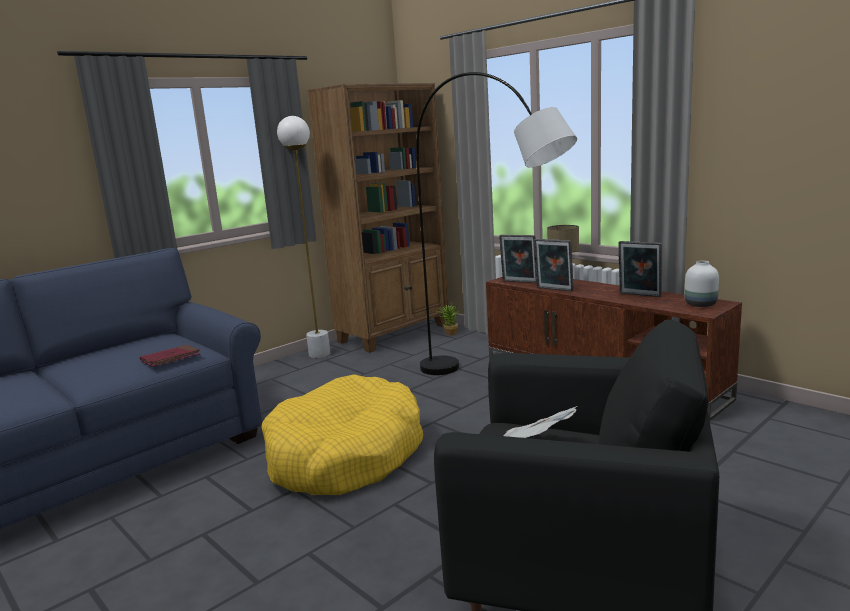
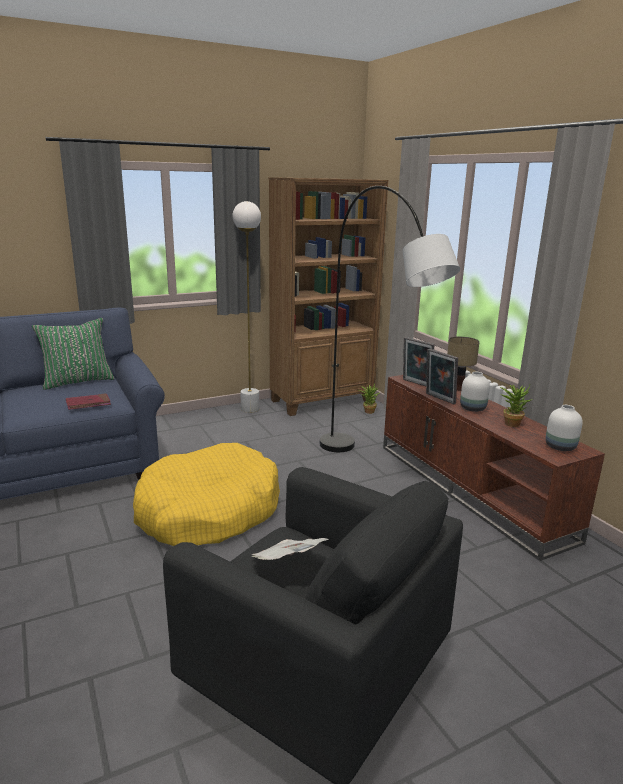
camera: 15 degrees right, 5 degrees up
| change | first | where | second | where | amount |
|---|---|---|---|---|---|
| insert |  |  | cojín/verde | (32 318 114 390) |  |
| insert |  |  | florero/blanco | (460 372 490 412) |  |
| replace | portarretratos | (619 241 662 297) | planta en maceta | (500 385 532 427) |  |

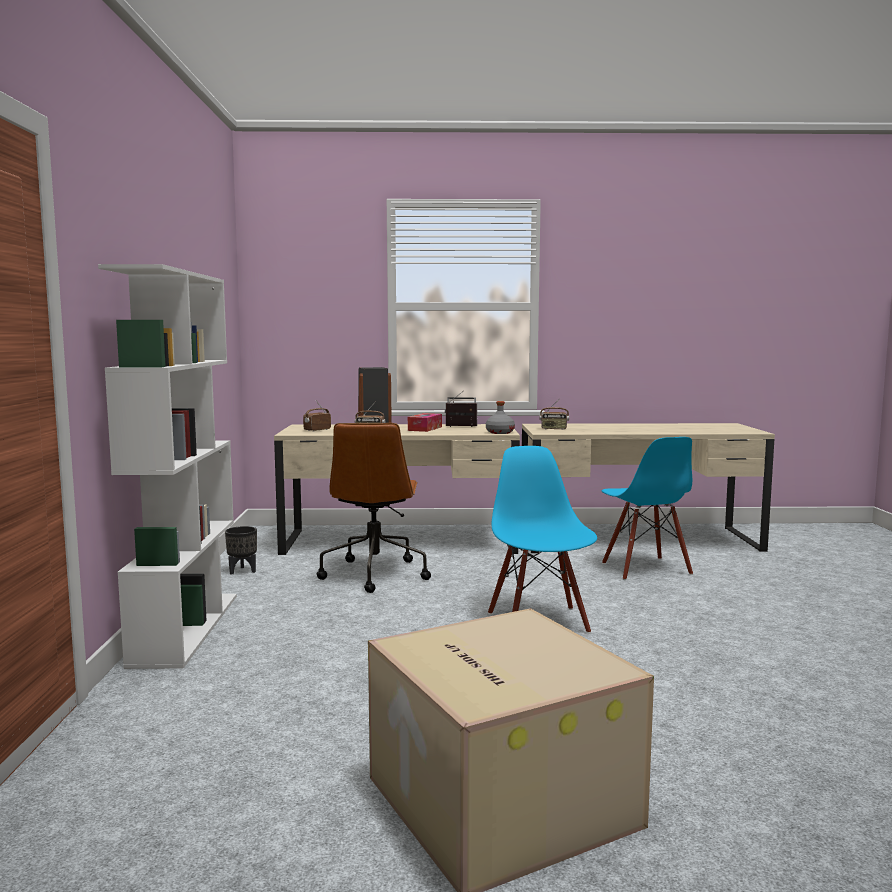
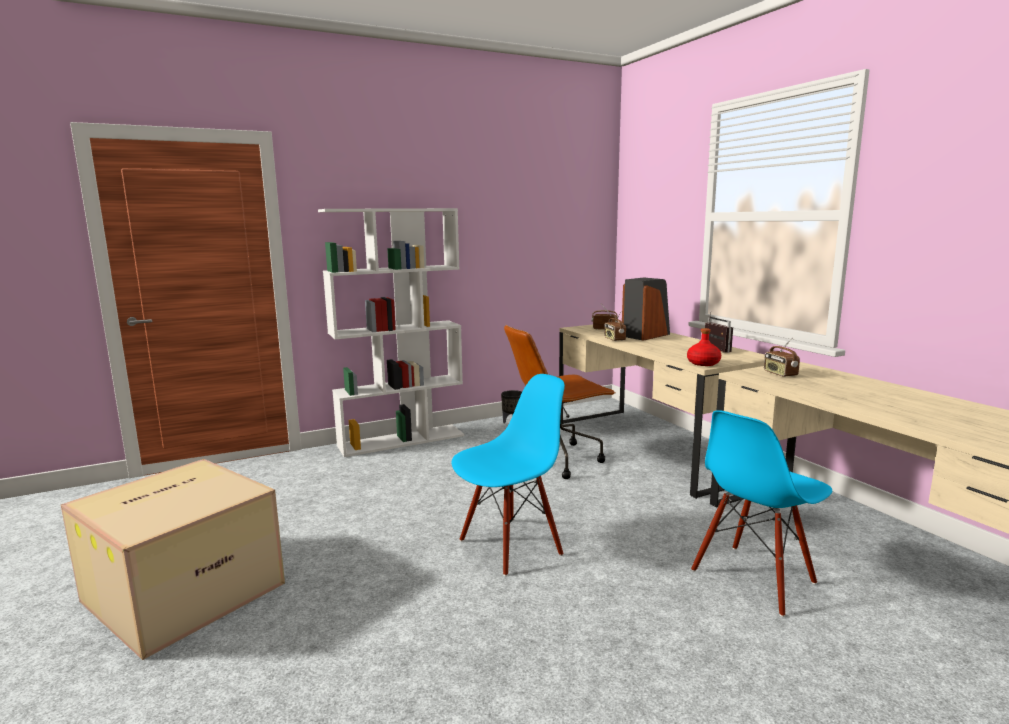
camera: 65 degrees right, 5 degrees up
| change | first | where | second | where | amount |
|---|---|---|---|---|---|
| delete | caja de pañuelos | (408 413 442 432) |  |  |  |
| recolor | botella/gris | (486 401 515 434) | botella/rojo | (687 328 721 366) |  |

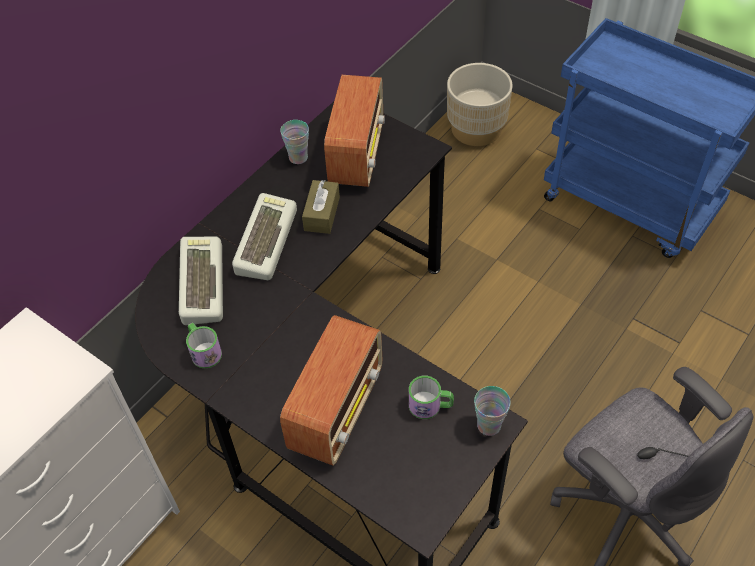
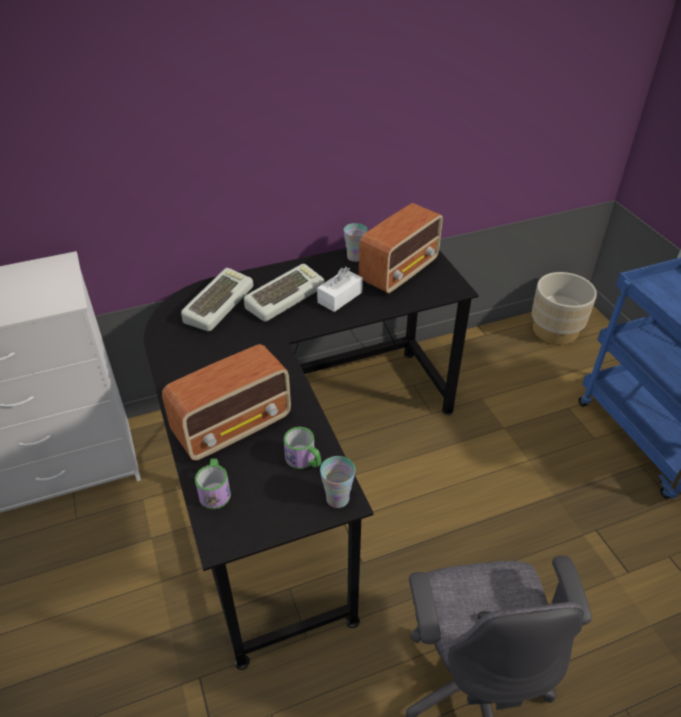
camera: 30 degrees right, 10 degrees down
| change | first | where | second | where | amount |
|---|---|---|---|---|---|
| move | taza grande | (186 323 222 368) |  | (195 459 231 509) |  |
| recolor | caja de pañuelos/marrón | (302 180 340 234) | caja de pañuelos/blanco | (317 267 363 312) |  |

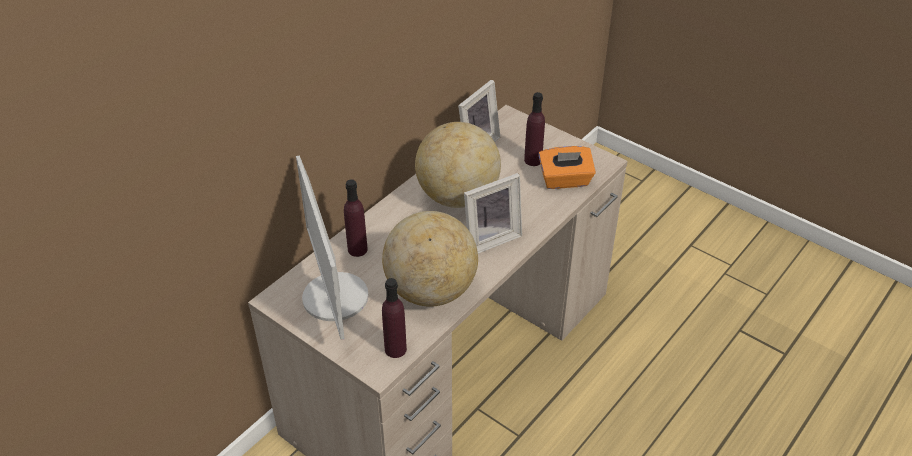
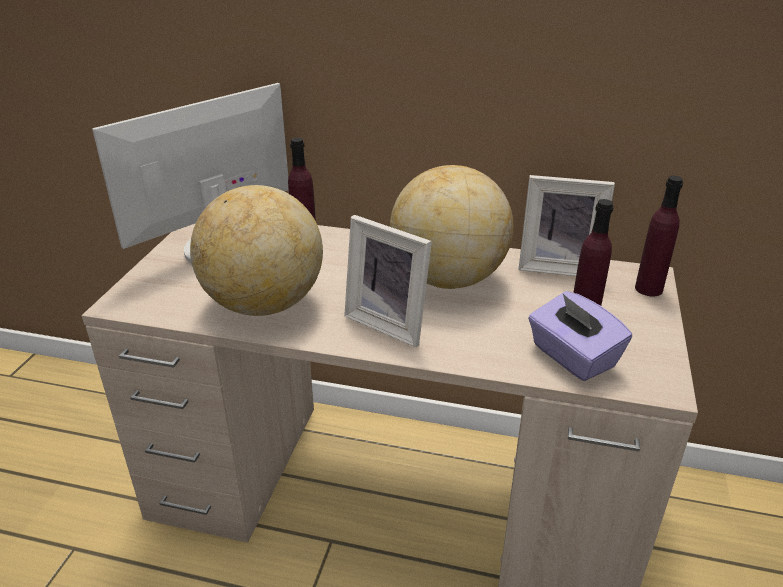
camera: 65 degrees right, 10 degrees down
| change | first | where | second | where | amount |
|---|---|---|---|---|---|
| move | botella/morado | (382 278 407 358) |  | (635 176 683 297) |  |
| recolor | caja de pañuelos/naranja | (538 146 596 189) | caja de pañuelos/morado | (528 291 632 381) |  |

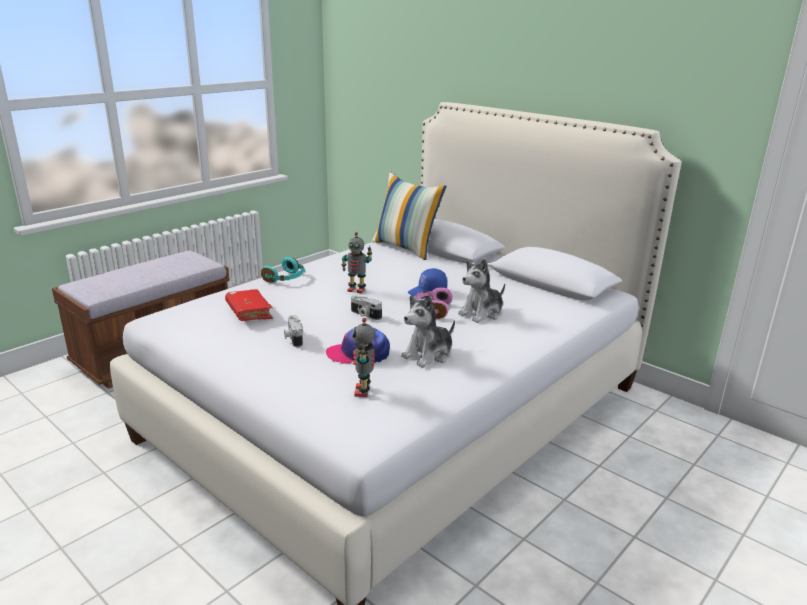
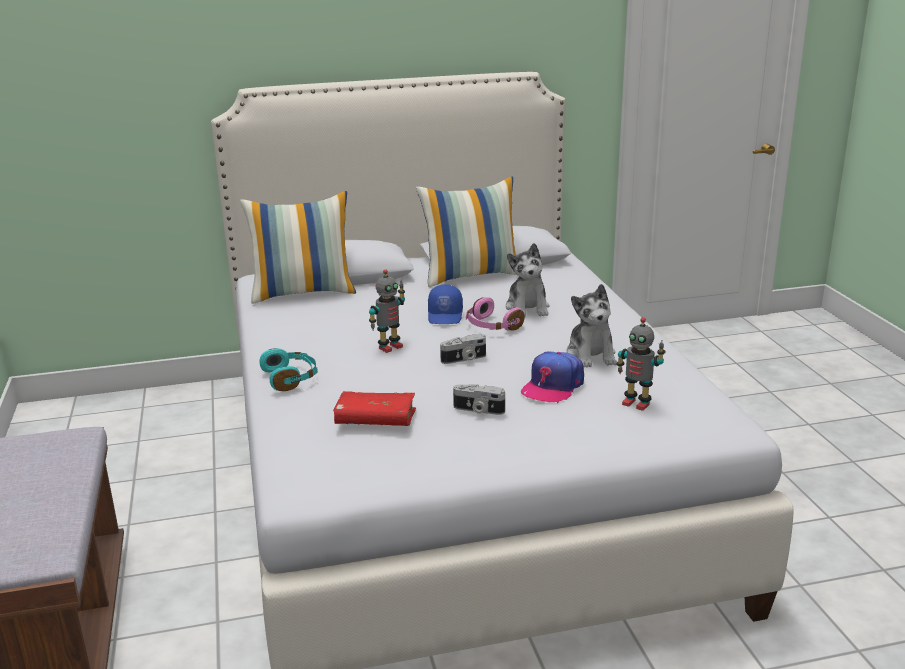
camera: 55 degrees left, 0 degrees up
| change | first | where | second | where | amount |
|---|---|---|---|---|---|
| insert |  |  | cojín | (416 177 517 287) |  |

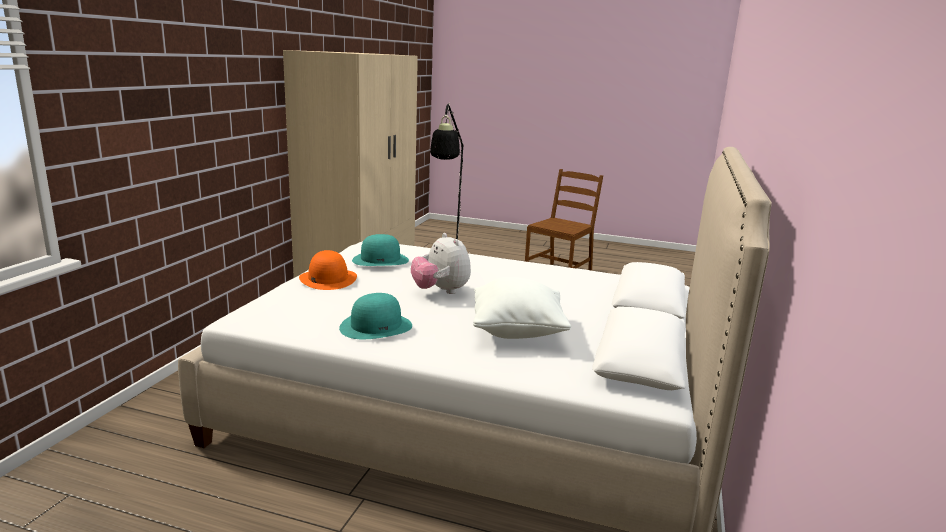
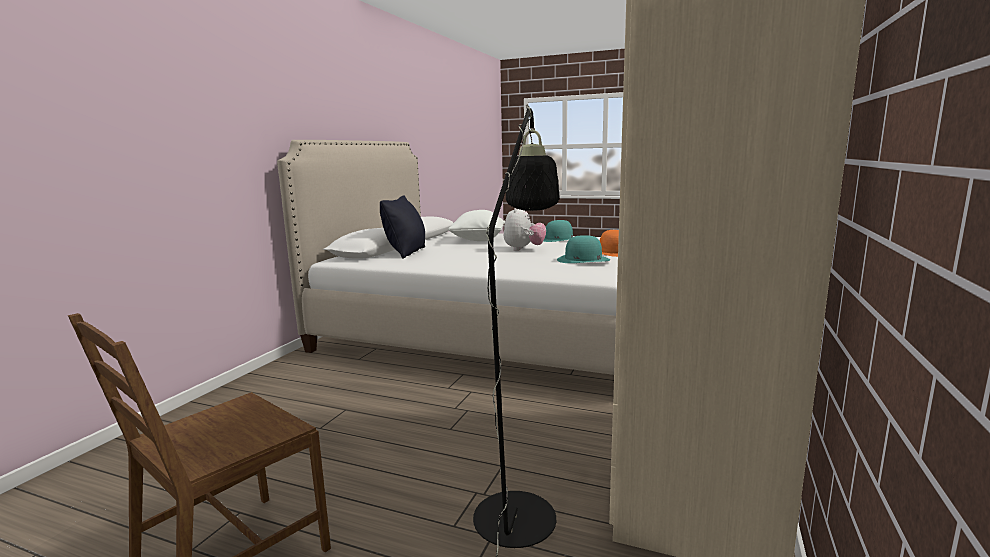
camera: 175 degrees left, 5 degrees down
| change | first | where | second | where | amount |
|---|---|---|---|---|---|
| insert |  |  | cojín/negro | (380 195 425 259) |  |
| rotate | peluche | (411 233 471 294) |  | (504 208 546 251) | 45 degrees clockwise |

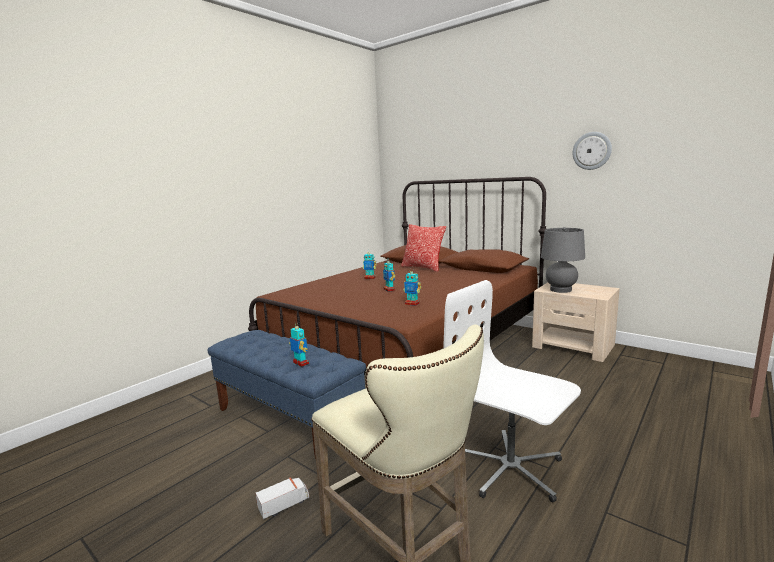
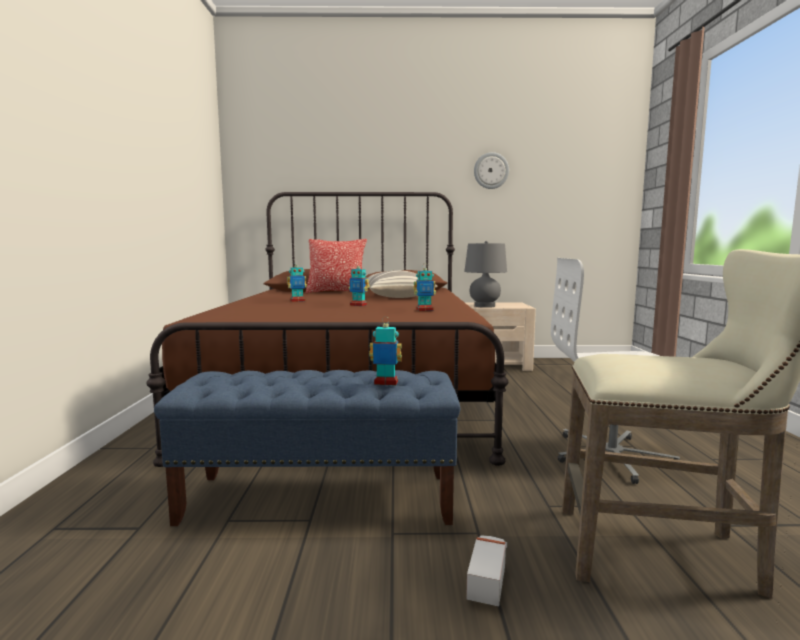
camera: 40 degrees left, 5 degrees down
| change | first | where | second | where | amount |
|---|---|---|---|---|---|
| insert |  |  | cojín | (367 270 437 298) |  |

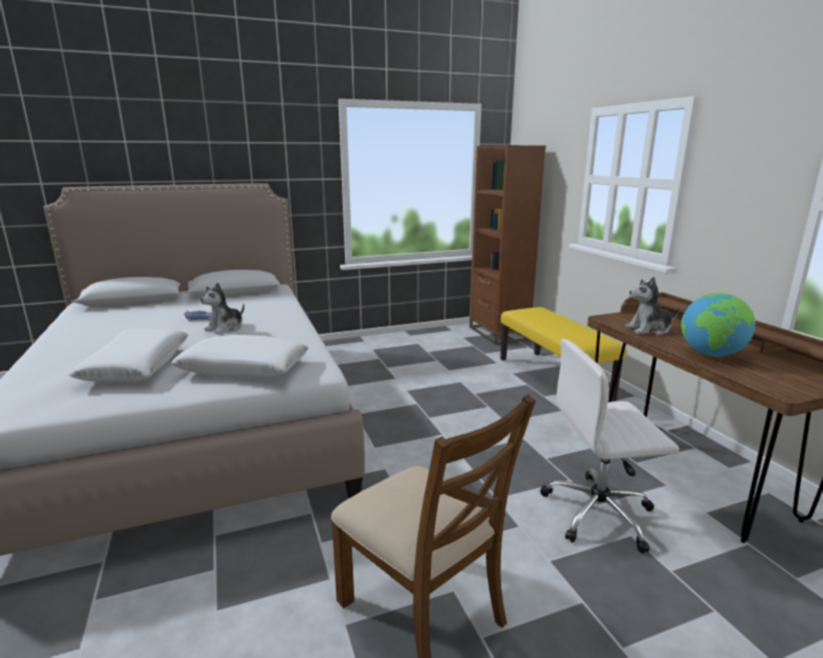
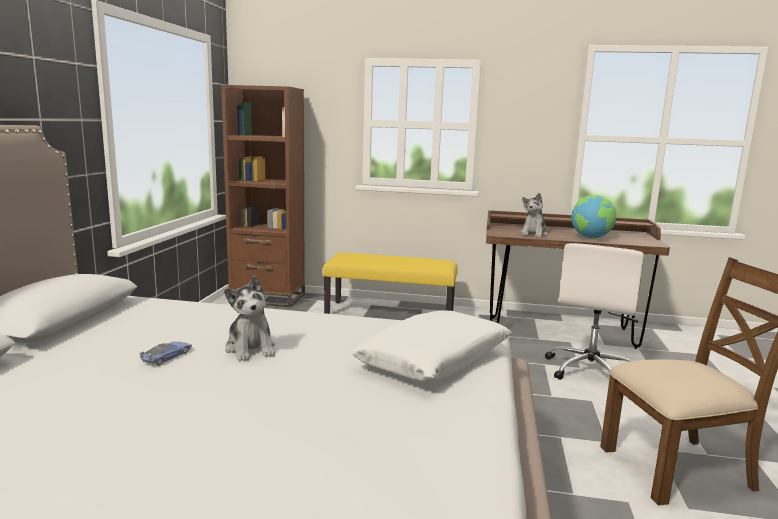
camera: 60 degrees left, 5 degrees down
| change | first | where | second | where | amount |
|---|---|---|---|---|---|
| delete | cojín/blanco | (68 328 188 381) |  |  |  |

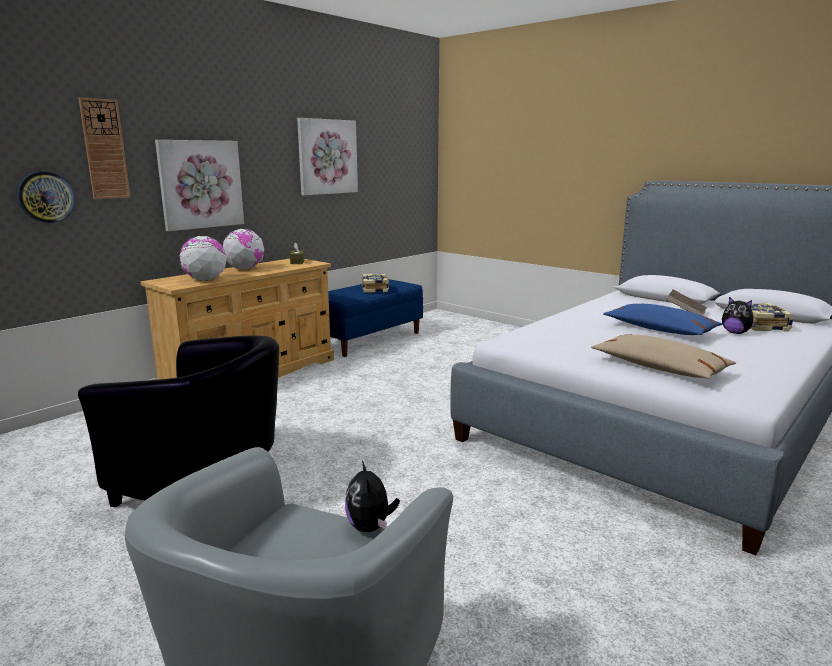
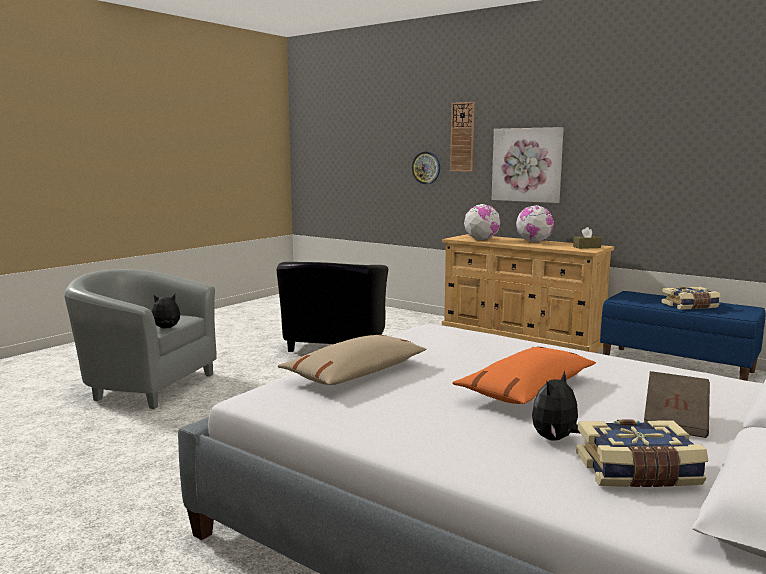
camera: 85 degrees right, 5 degrees down
| change | first | where | second | where | amount |
|---|---|---|---|---|---|
| delete | cuadro | (297 118 358 195) |  |  |  |
| recolor | cojín/azul | (603 304 723 335) | cojín/naranja | (452 347 596 404) |  |

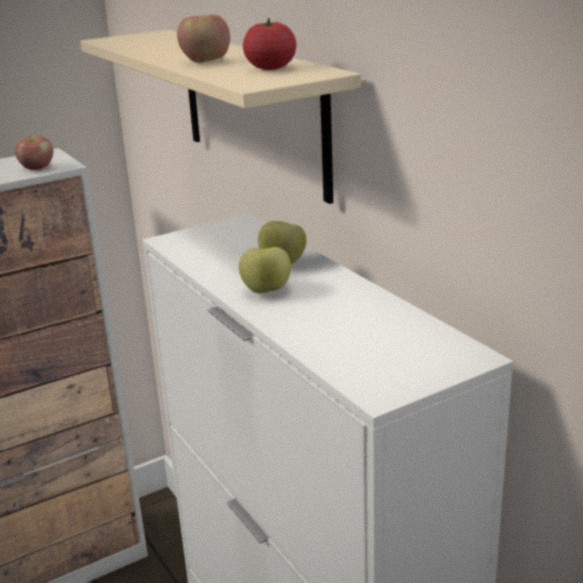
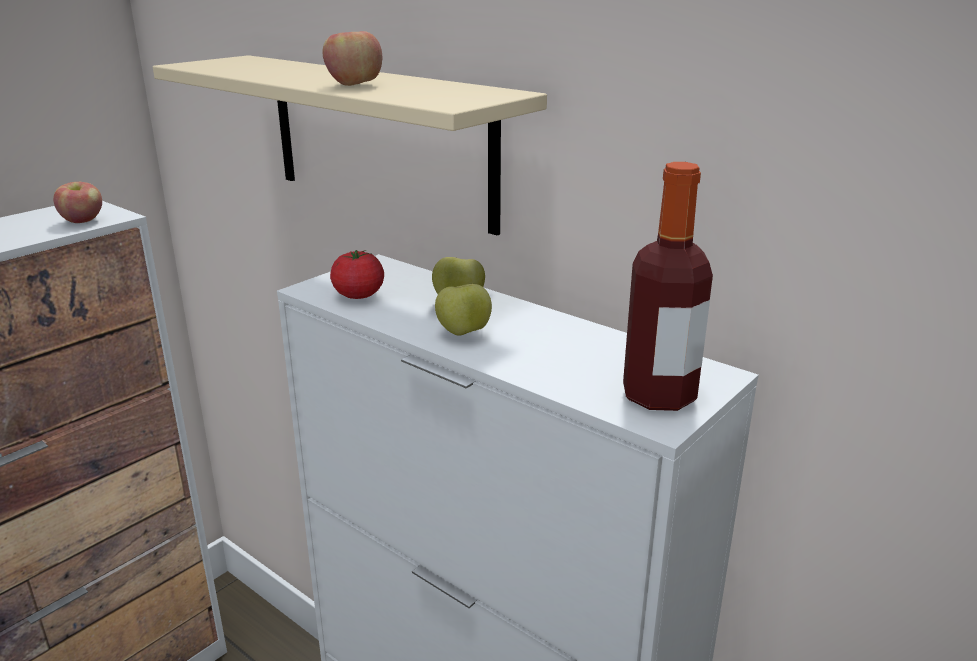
camera: 20 degrees left, 0 degrees up
| change | first | where | second | where | amount |
|---|---|---|---|---|---|
| insert |  |  | botella | (623 162 713 411) |  |
| move | tomate | (243 18 297 70) |  | (330 250 384 299) |  |

